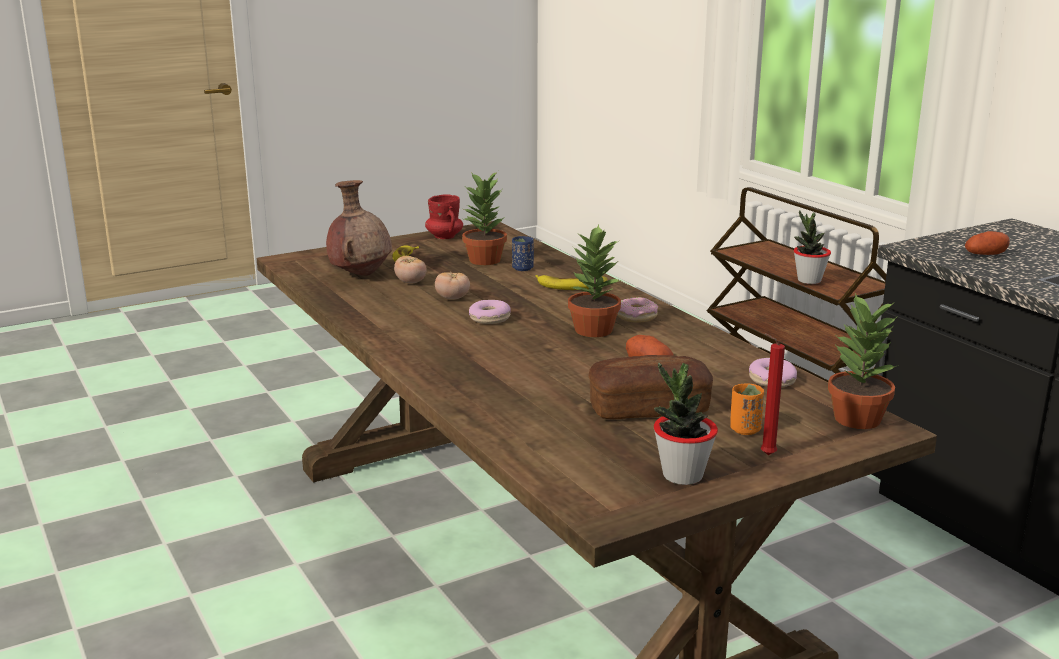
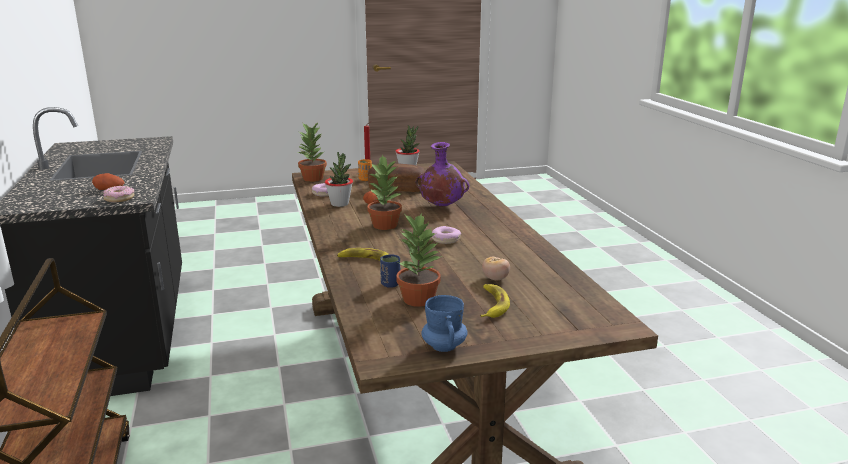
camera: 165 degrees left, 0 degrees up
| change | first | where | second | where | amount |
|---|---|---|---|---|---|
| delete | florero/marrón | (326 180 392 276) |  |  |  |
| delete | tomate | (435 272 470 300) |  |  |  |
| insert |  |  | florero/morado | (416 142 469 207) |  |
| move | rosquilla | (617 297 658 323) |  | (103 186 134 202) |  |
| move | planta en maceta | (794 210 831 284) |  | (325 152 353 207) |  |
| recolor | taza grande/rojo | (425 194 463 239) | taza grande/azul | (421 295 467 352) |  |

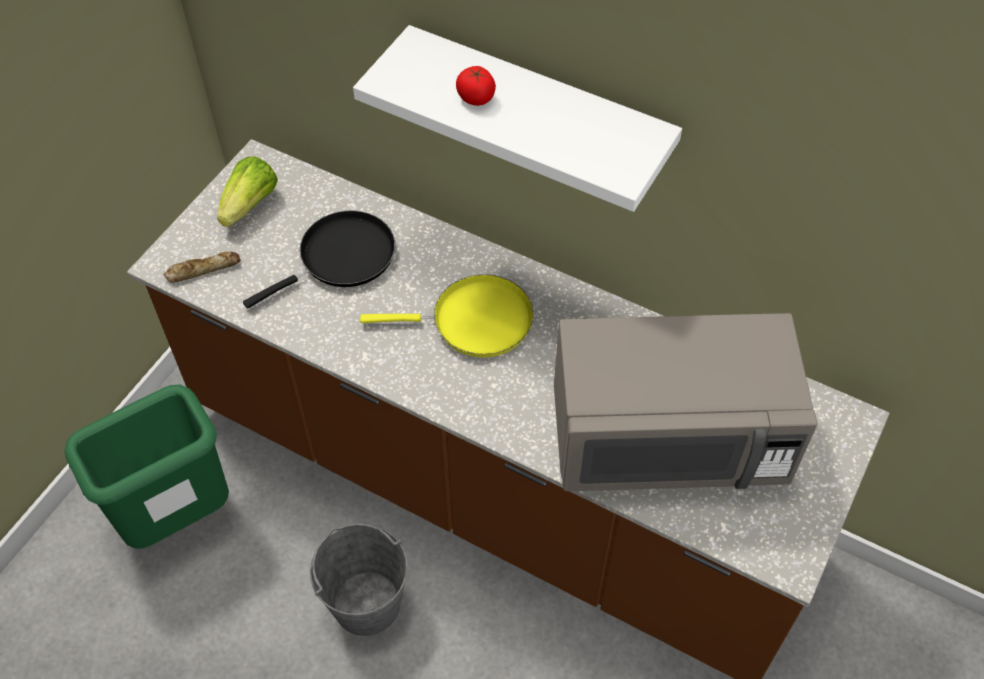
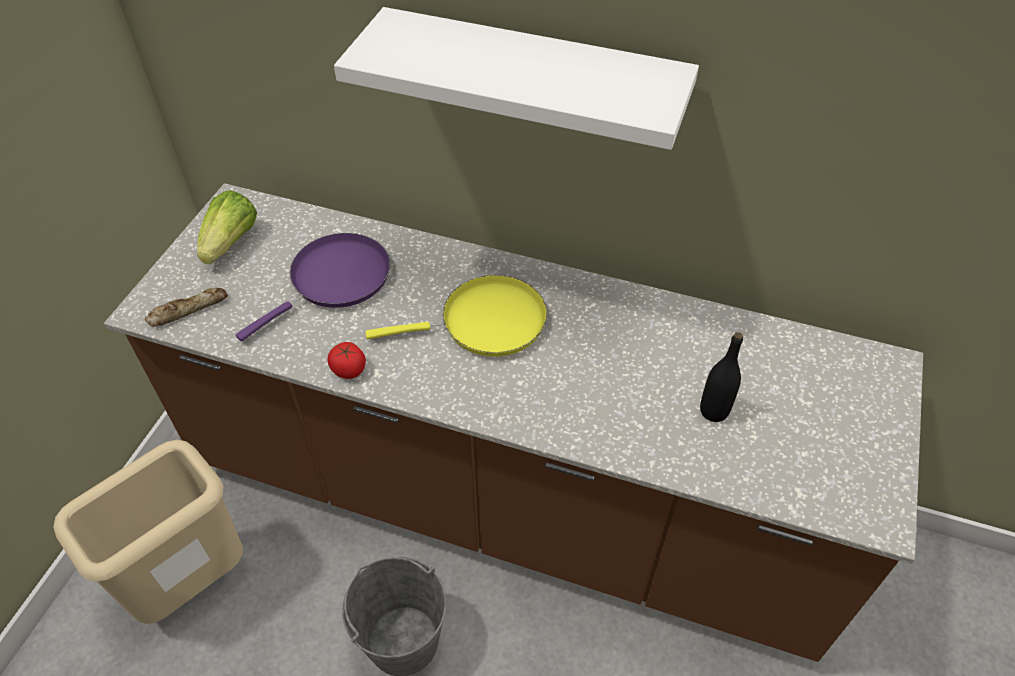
camera: 10 degrees left, 5 degrees down
| change | first | where | second | where | amount |
|---|---|---|---|---|---|
| move | tomate | (456 66 496 106) |  | (327 342 366 379) |  |
| replace | microondas/gris | (554 313 818 491) | botella/negro | (700 332 743 422) |  |
| recolor | papelera/verde | (64 385 229 548) | papelera/beis | (53 440 243 624) |  |
| recolor | sartén/negro | (243 210 395 309) | sartén/morado | (236 233 390 341) |  |

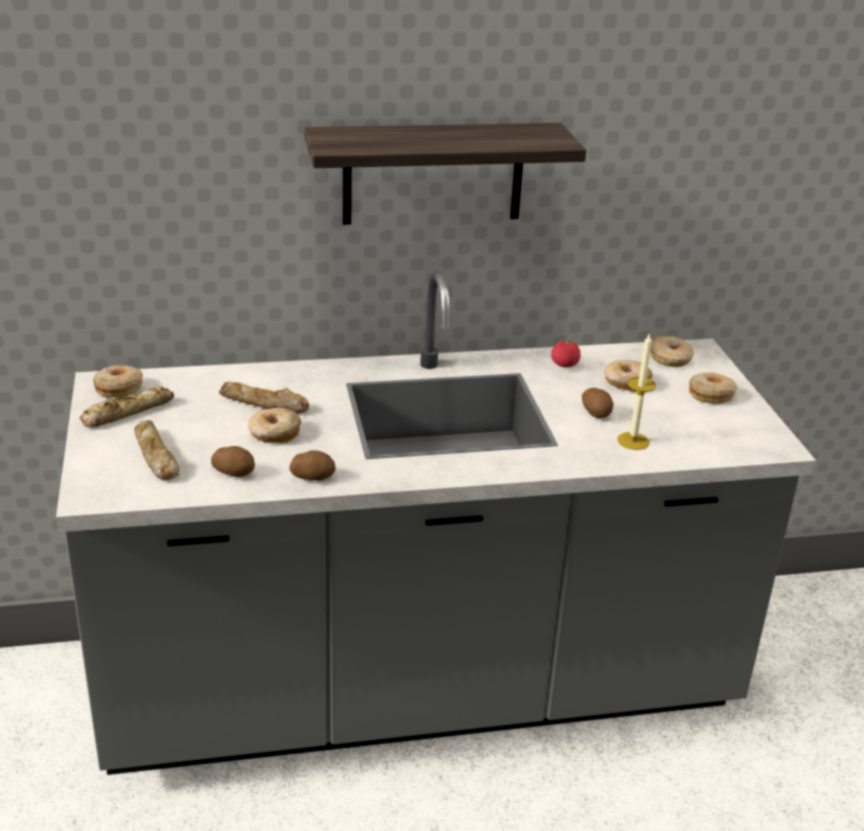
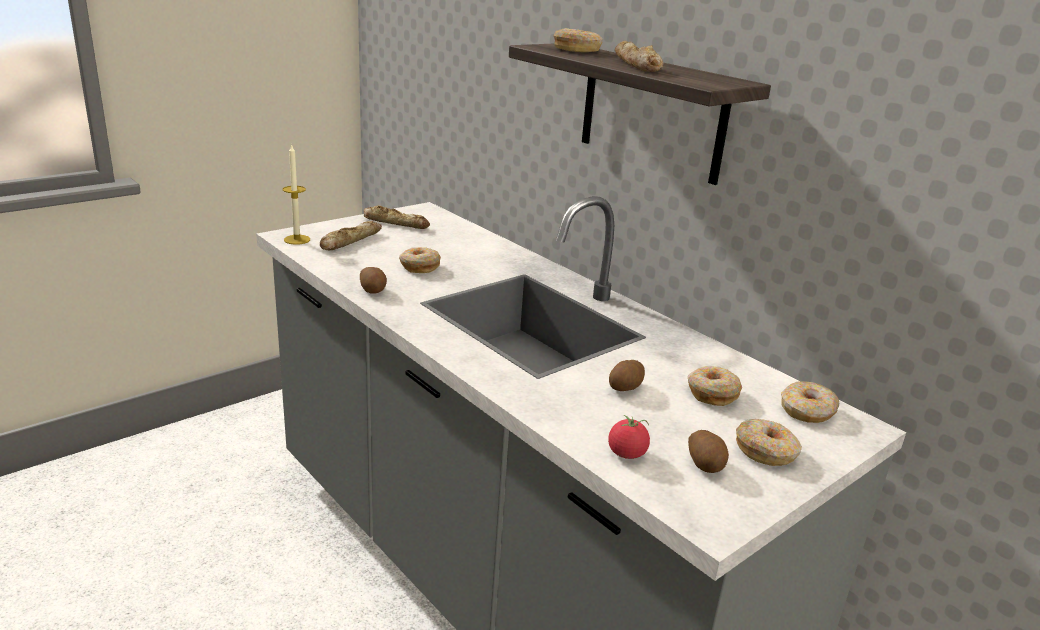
camera: 60 degrees right, 5 degrees down
| change | first | where | second | where | amount |
|---|---|---|---|---|---|
| move | rosquilla | (93 365 143 398) |  | (553 28 603 52) |  |
| move | patata | (211 446 255 477) |  | (688 430 729 473) |  |
| move | pan | (219 382 309 414) |  | (615 41 664 72) |  |
| move | tomate | (551 336 581 367) |  | (608 415 650 459) |  |
| move | vela | (617 333 656 450) |  | (283 145 310 245) |  |

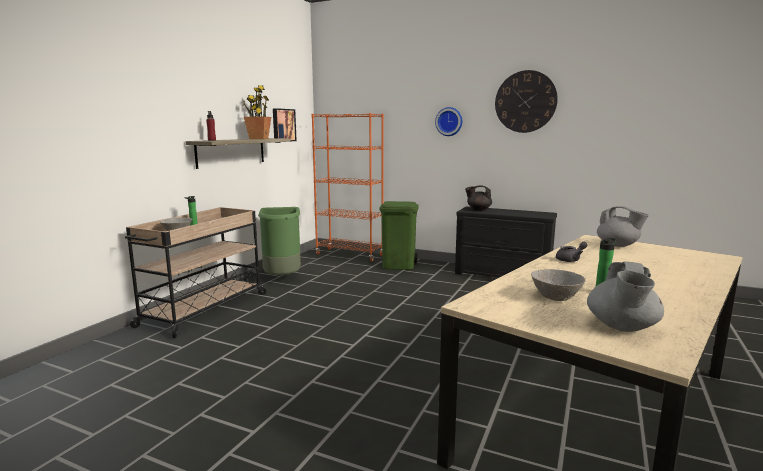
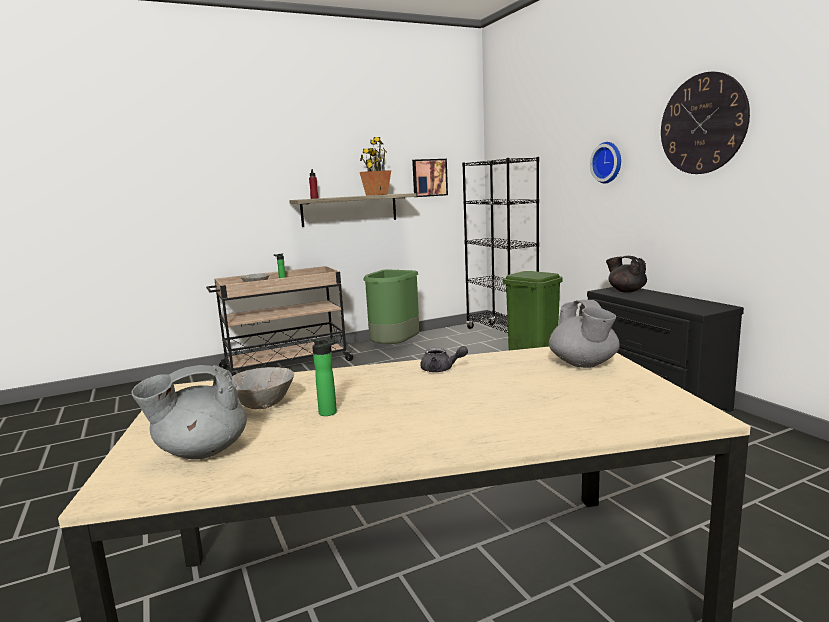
camera: 40 degrees right, 0 degrees up
| change | first | where | second | where | amount |
|---|---|---|---|---|---|
| recolor | estantería/naranja | (312 113 384 262) | estantería/negro | (462 157 539 339) |  |

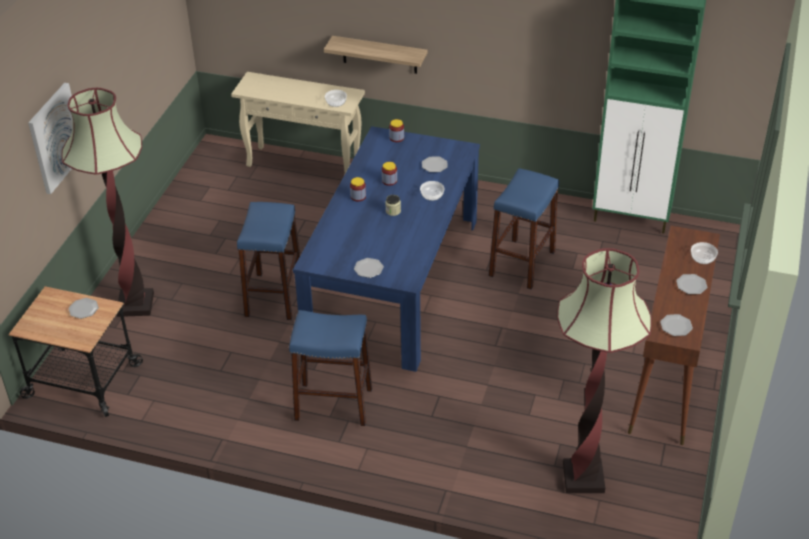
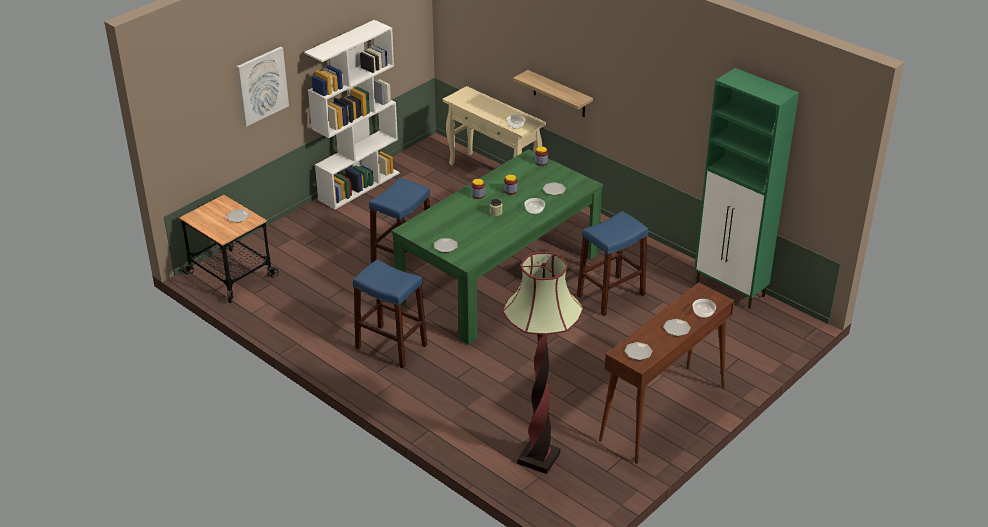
camera: 25 degrees right, 5 degrees down
| change | first | where | second | where | amount |
|---|---|---|---|---|---|
| delete | lámpara de pie | (62 88 154 317) |  |  |  |
| insert |  |  | estantería/blanco | (304 20 400 210) |  |
| recolor | mesa de comedor/azul | (293 126 480 372) | mesa de comedor/verde | (391 149 603 345) |  |

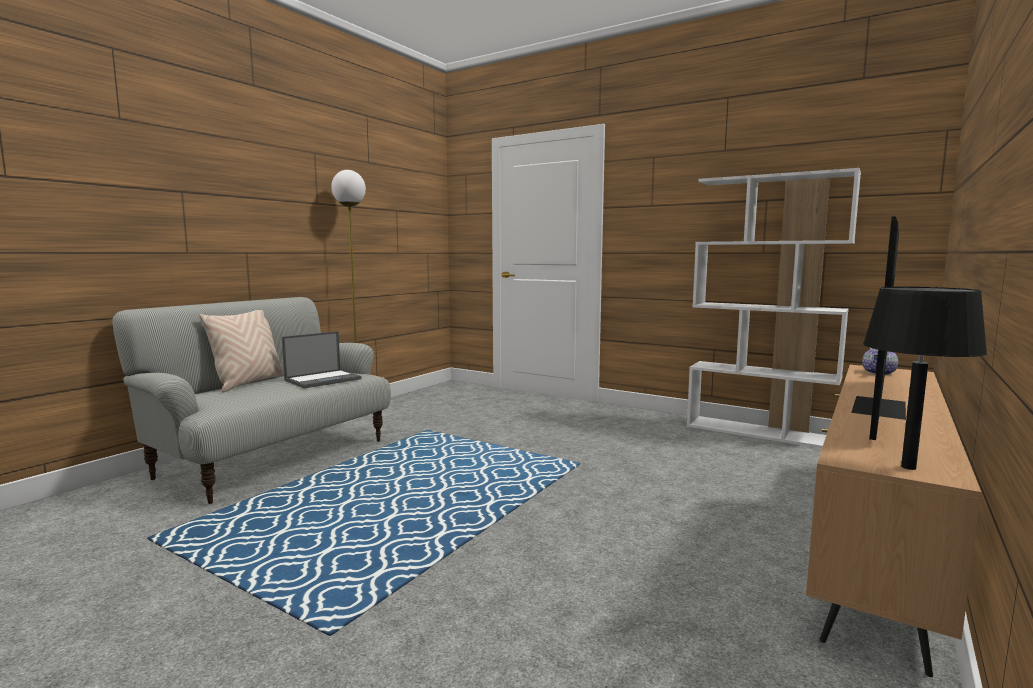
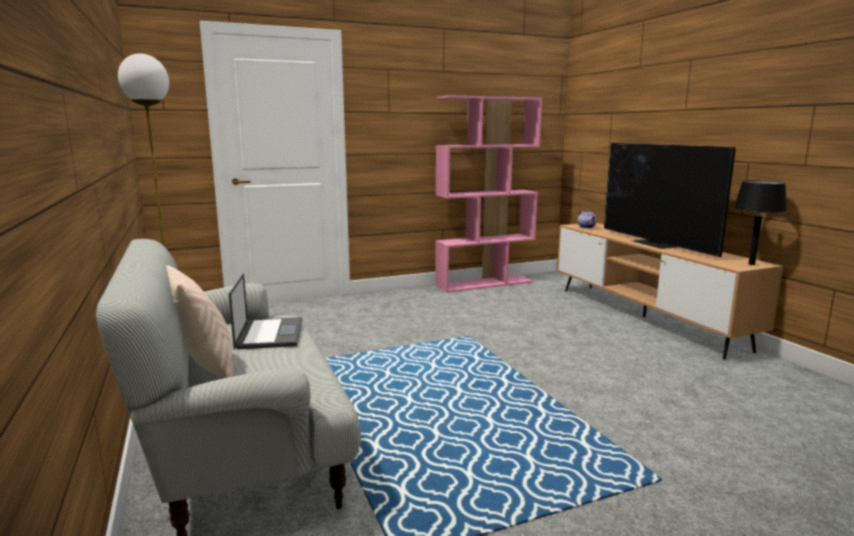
camera: 55 degrees left, 5 degrees up
| change | first | where | second | where | amount |
|---|---|---|---|---|---|
| recolor | estantería/blanco | (687 168 861 448) | estantería/rosa | (435 95 542 293) |  |

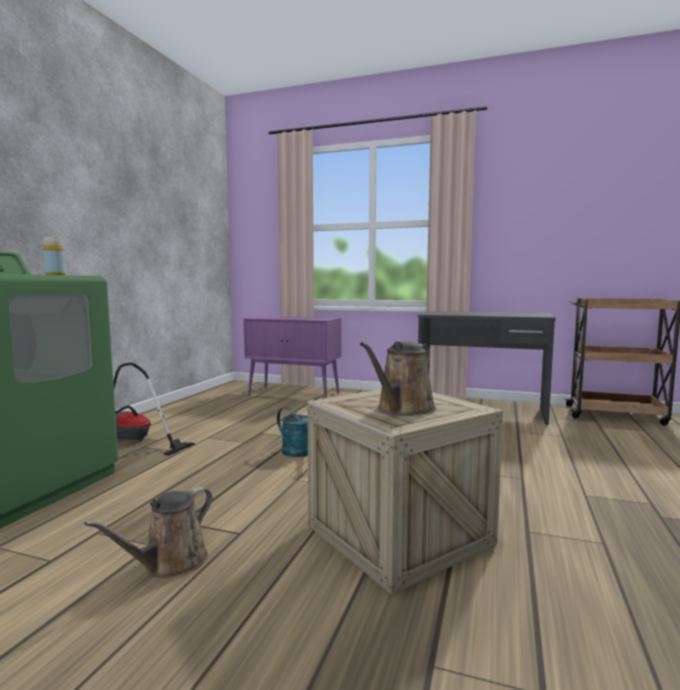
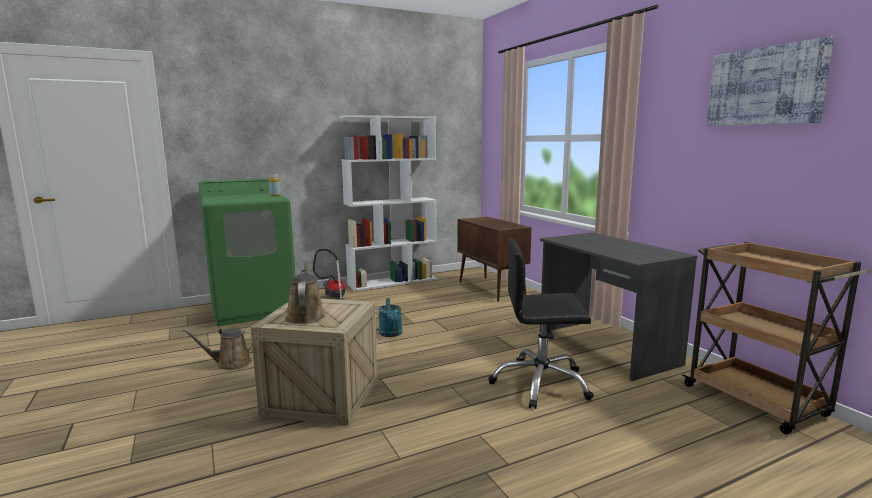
camera: 45 degrees right, 5 degrees up
| change | first | where | second | where | amount |
|---|---|---|---|---|---|
| insert |  |  | estantería/blanco | (340 115 437 291) |  |
| insert |  |  | silla de oficina/negro | (488 238 594 409) |  |
| insert |  |  | cuadro | (707 36 834 126) |  |
| recolor | armario/morado | (243 316 342 398) | armario/marrón | (457 217 532 302) |  |
| rotate | regadera/marrón | (360 341 436 416) |  | (285 257 325 324) | 90 degrees clockwise |

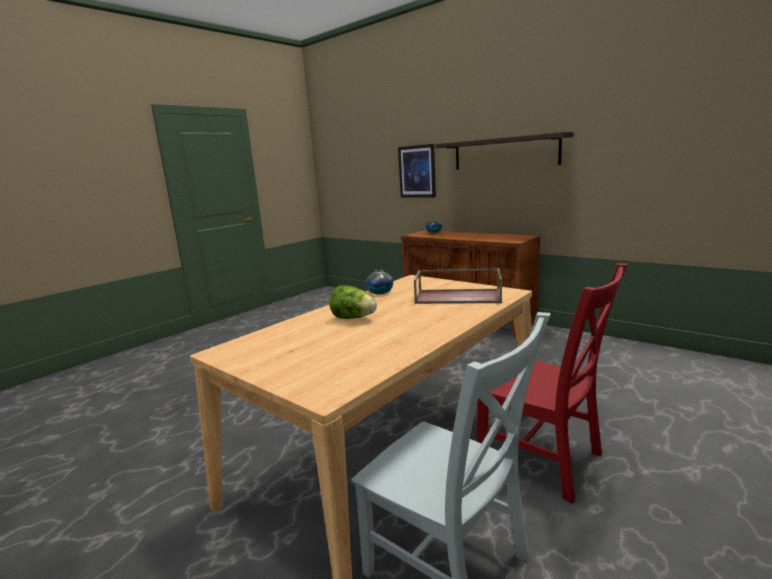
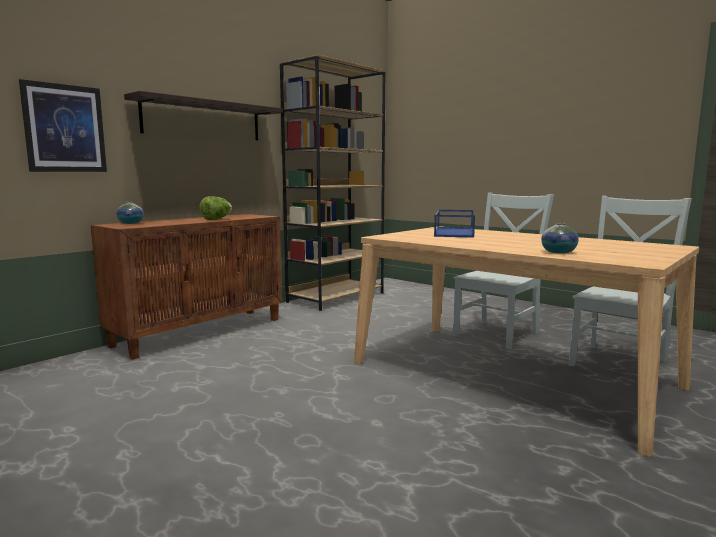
camera: 90 degrees left, 5 degrees down
| change | first | where | second | where | amount |
|---|---|---|---|---|---|
| insert |  |  | estantería/marrón | (280 55 385 311) |  |
| move | lechuga | (329 285 377 319) |  | (199 196 232 220) |  |
| move | florero | (366 269 393 294) |  | (541 222 579 254) |  |
| recolor | bandeja/marrón | (414 268 502 304) | bandeja/azul | (434 210 475 238) |  |
| recolor | silla/rojo | (477 263 627 504) | silla/gris | (452 193 554 349) |  |

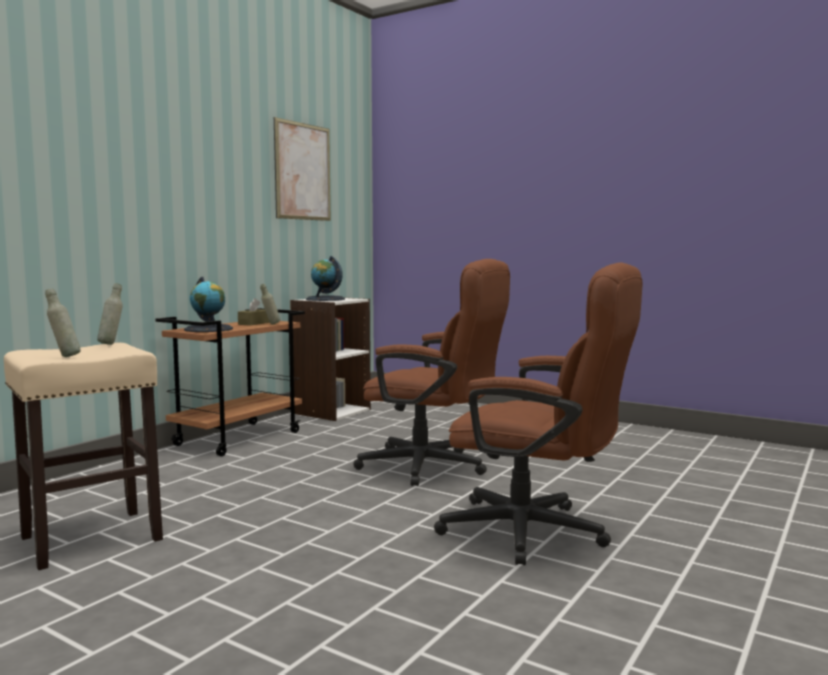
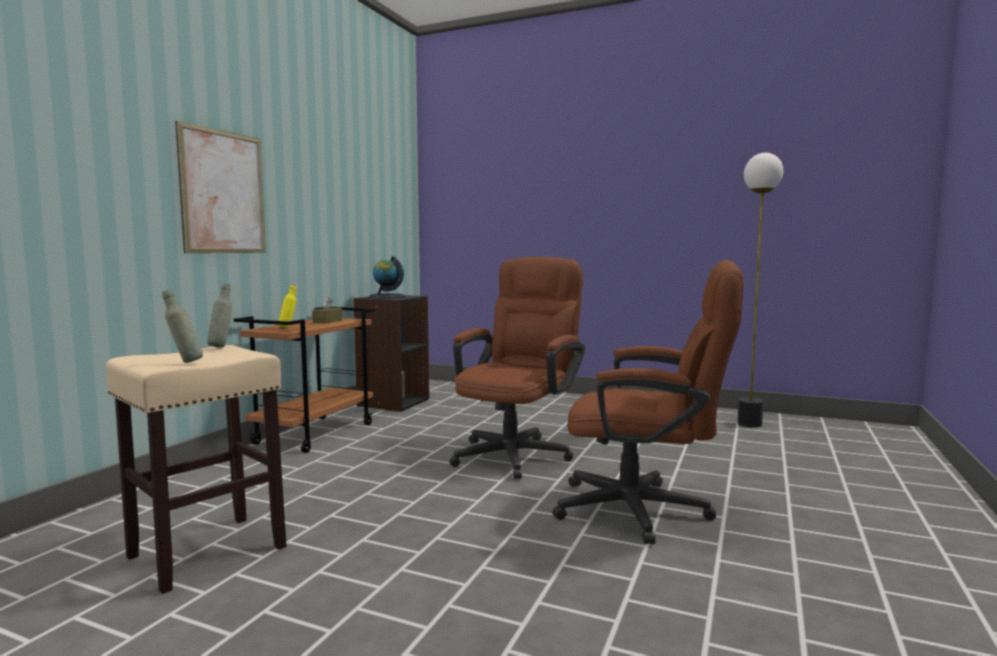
camera: 10 degrees left, 0 degrees up
| change | first | where | second | where | amount |
|---|---|---|---|---|---|
| delete | botella/gris | (260 284 280 324) |  |  |  |
| insert |  |  | lámpara de pie | (737 153 783 428) |  |
| move | cuadro | (274 117 331 221) |  | (175 121 266 253) |  |
| replace | globo terráqueo | (184 277 233 332) | botella/amarillo | (278 285 296 329) |  |
| recolor | estantería/blanco | (290 298 371 421) | estantería/negro | (353 295 429 412) |  |
| rotate | silla de oficina/marrón | (353 259 510 486) |  | (449 257 585 479) | 75 degrees counterclockwise |

